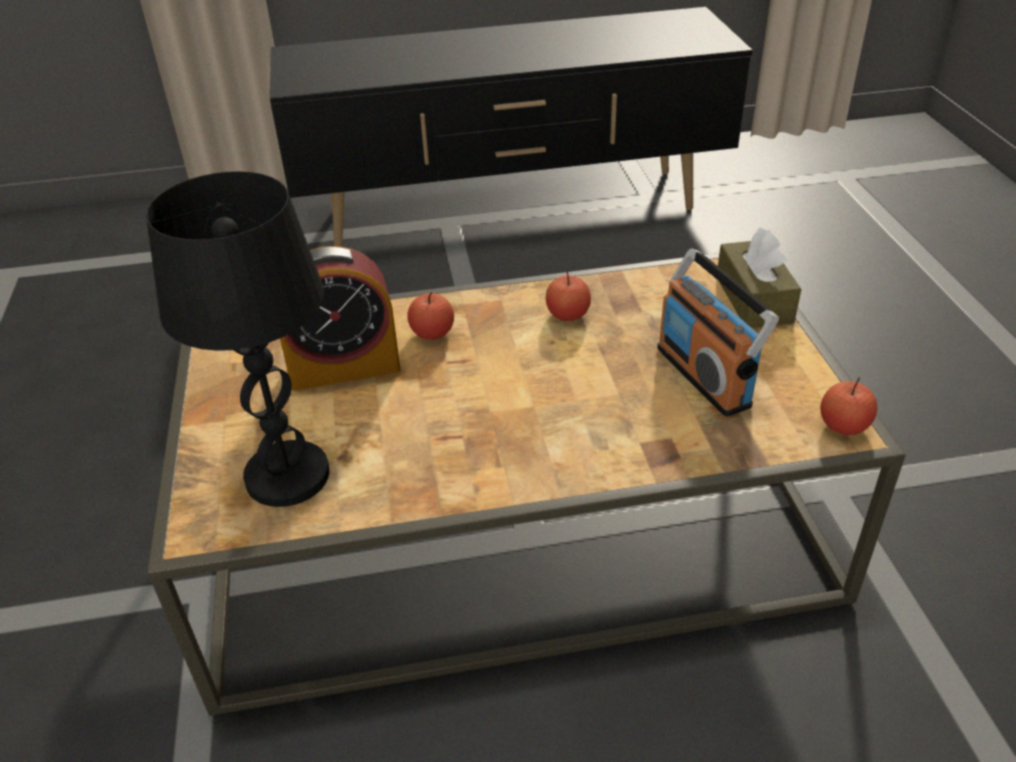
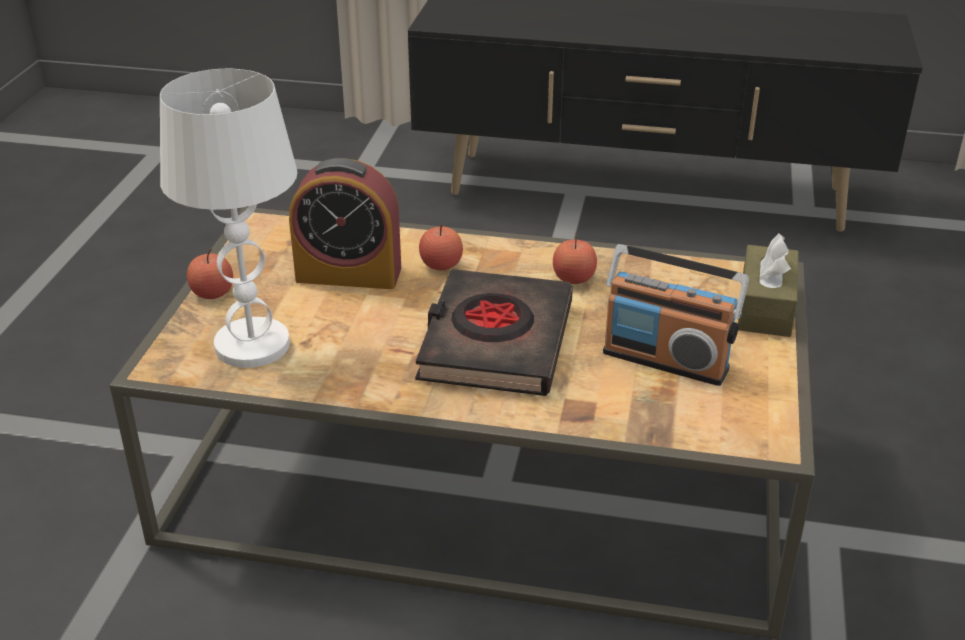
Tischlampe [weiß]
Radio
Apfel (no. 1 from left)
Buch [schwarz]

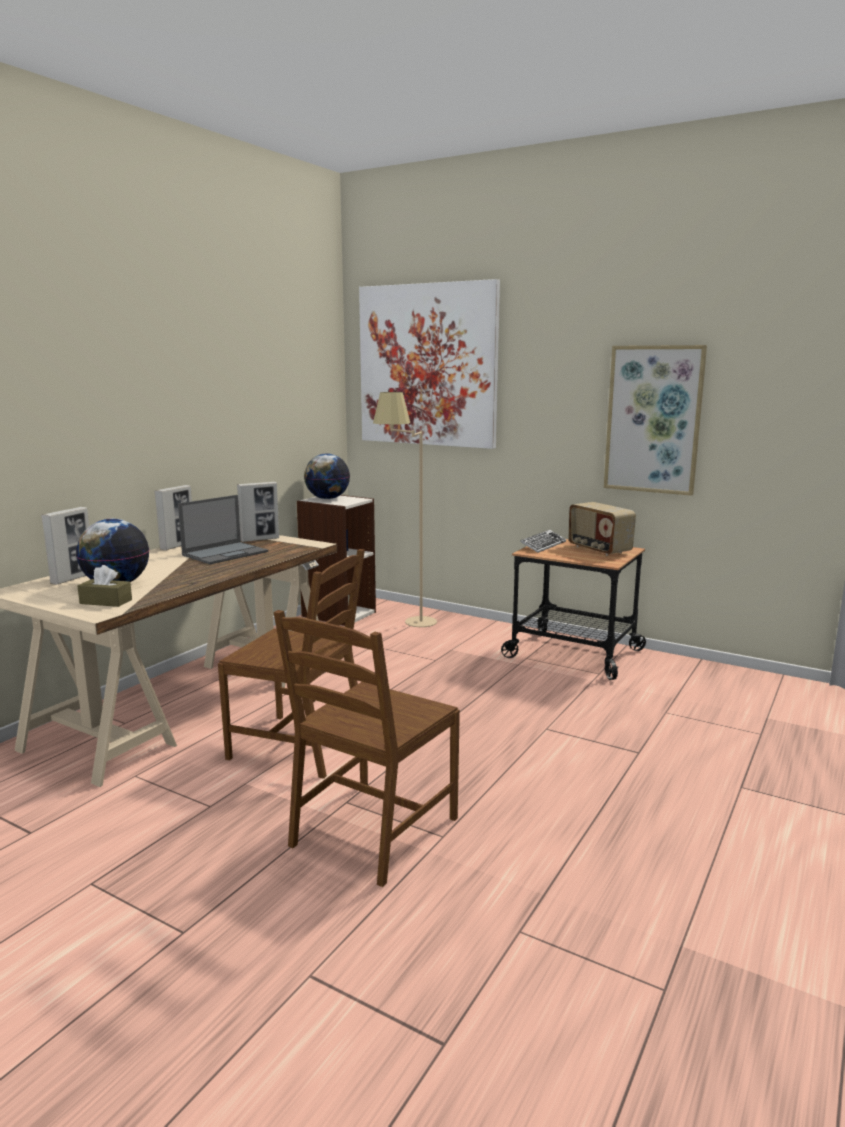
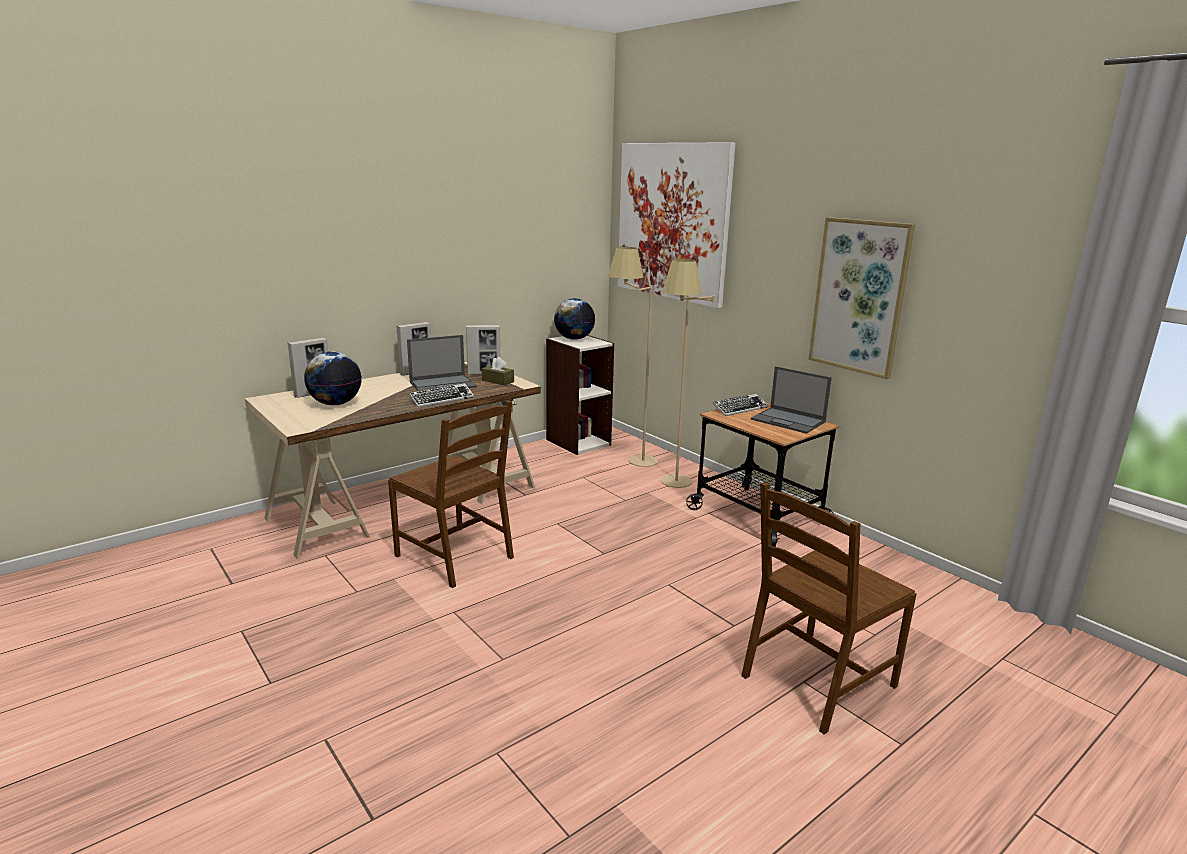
Laptop (no. 2 from left)
Taschentuchbox [braun]
Stuhl [braun] (no. 2 from left)
Stehlampe [beige] (no. 2 from left)
Tastatur (no. 1 from left)

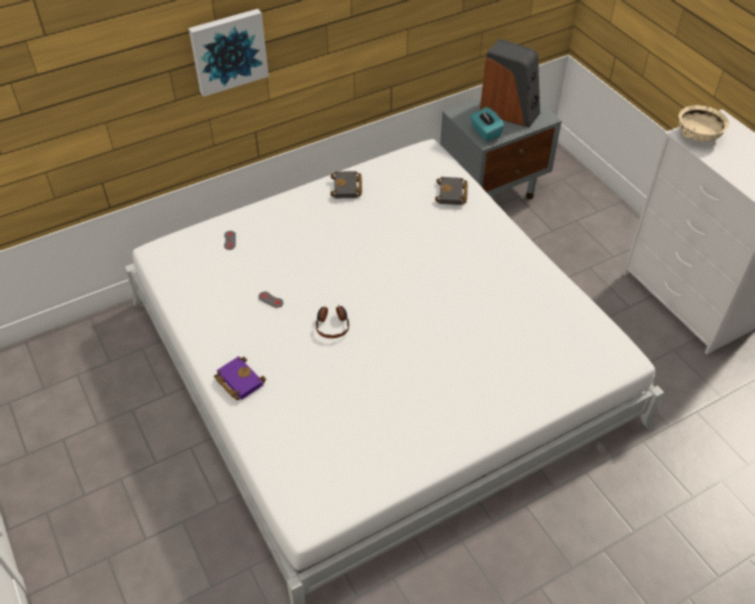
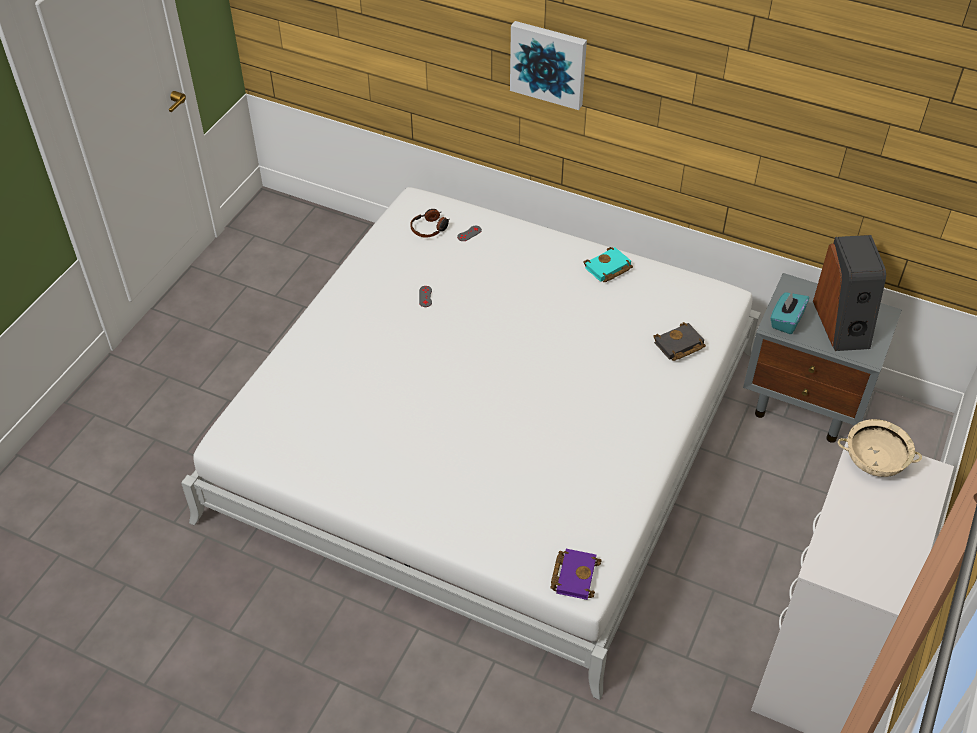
Buch [türkis]
Kopfhörer
Buch [lila]

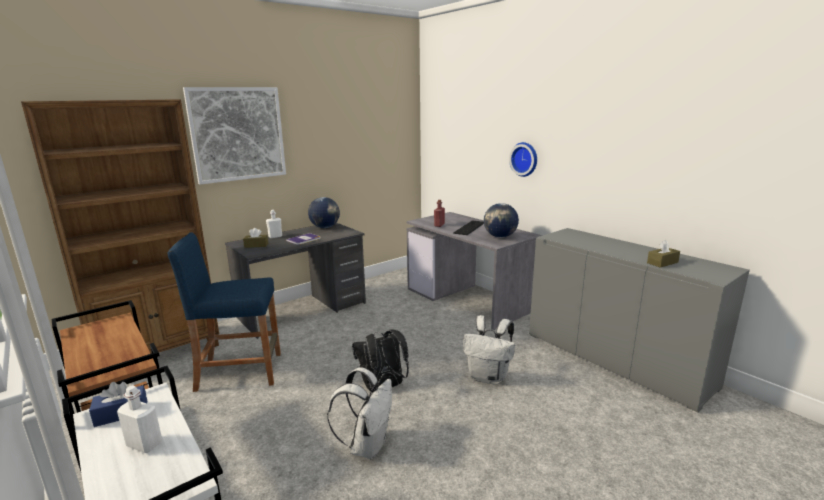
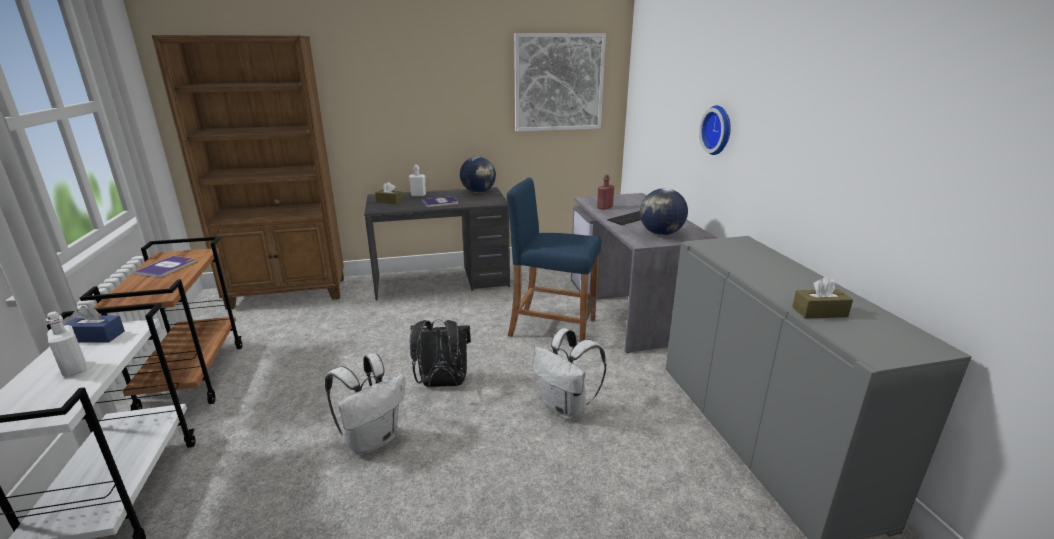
Bild
Hocker [blau]
Buch (no. 1 from left)

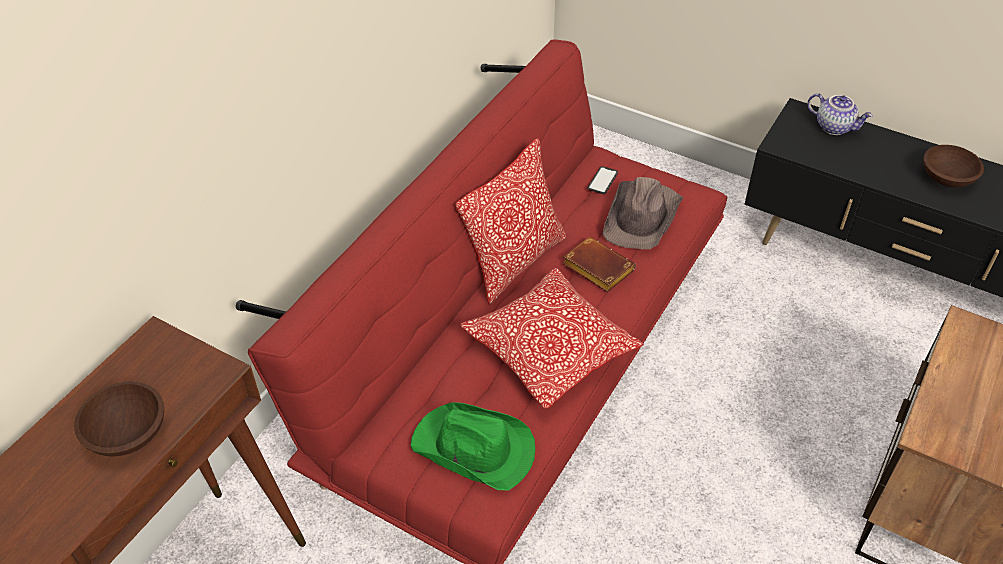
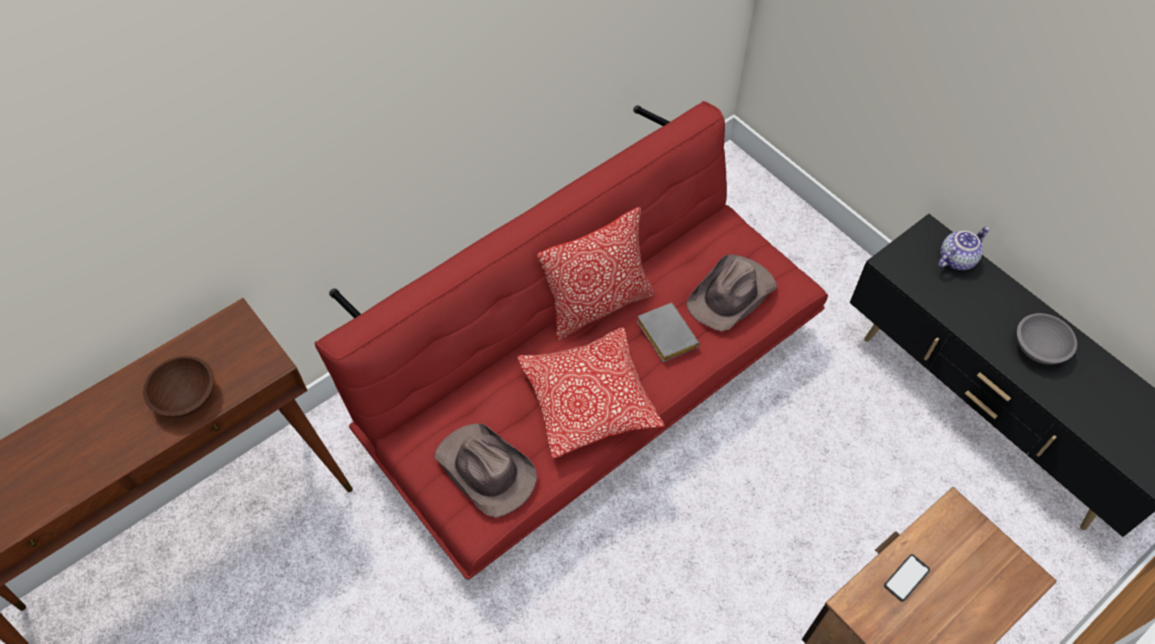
Teekanne
Schüssel [grau]
Handy
Buch [grau]
Hut [braun] (no. 1 from left)

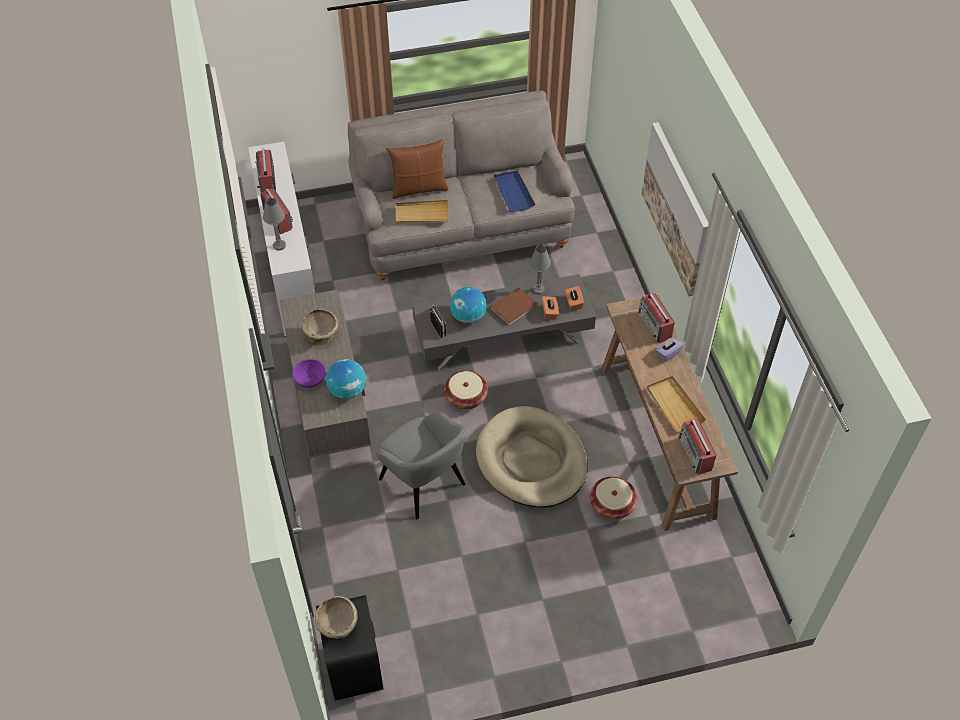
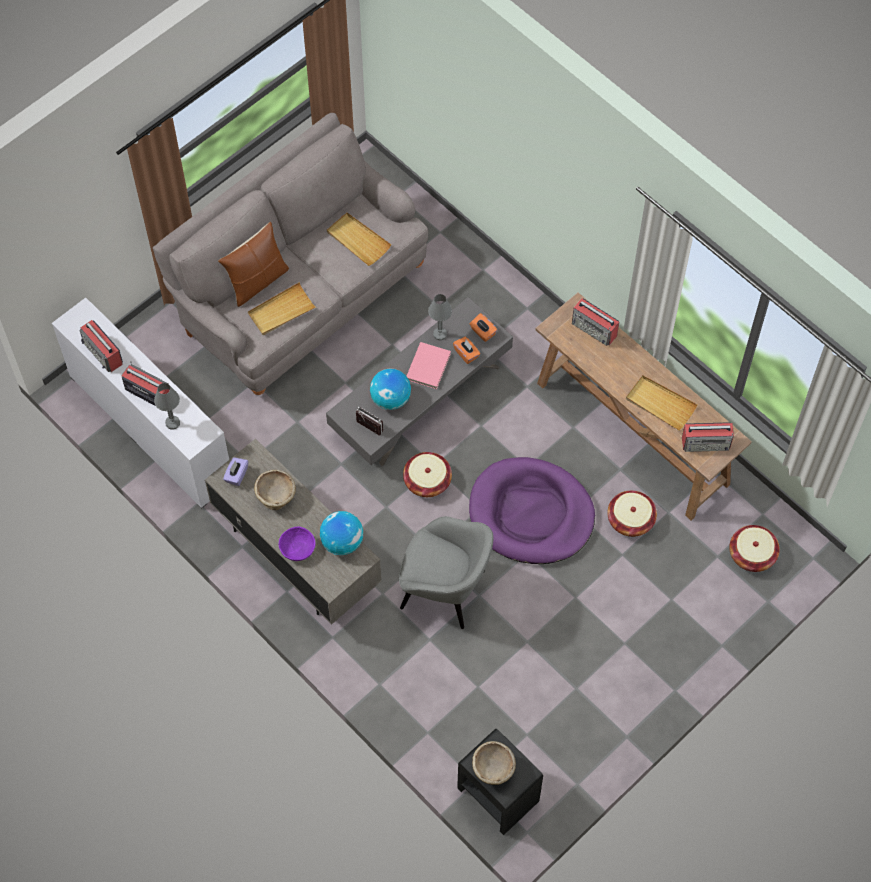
Bild
Tablett [beige] (no. 2 from left)
Buch [rosa]
Taschentuchbox [lila]
Hundebett [lila]
Radio (no. 5 from left)
Korb (no. 3 from left)

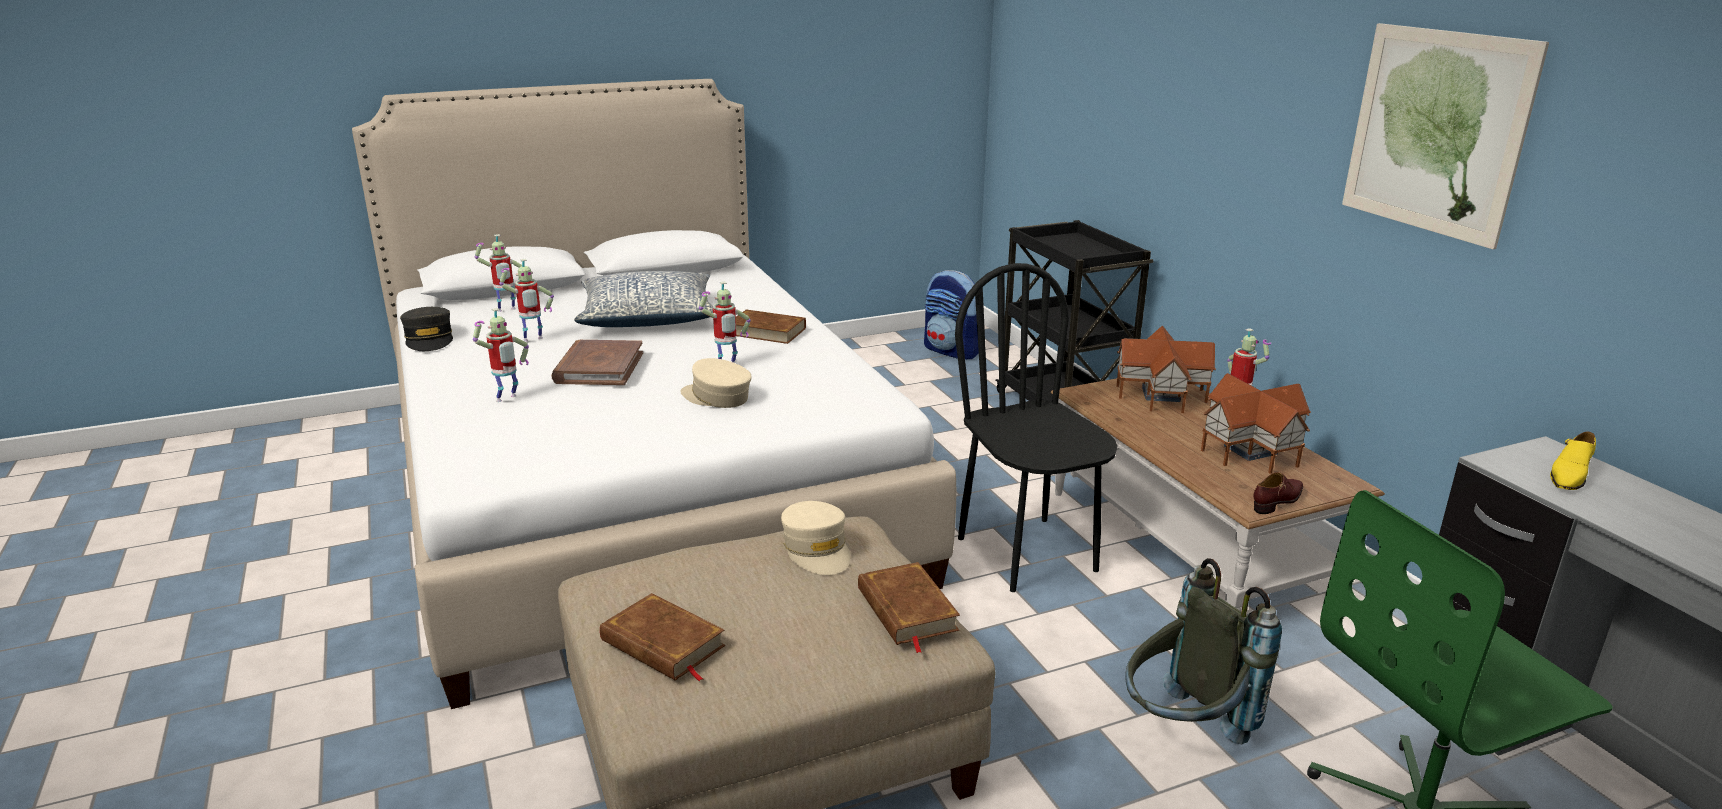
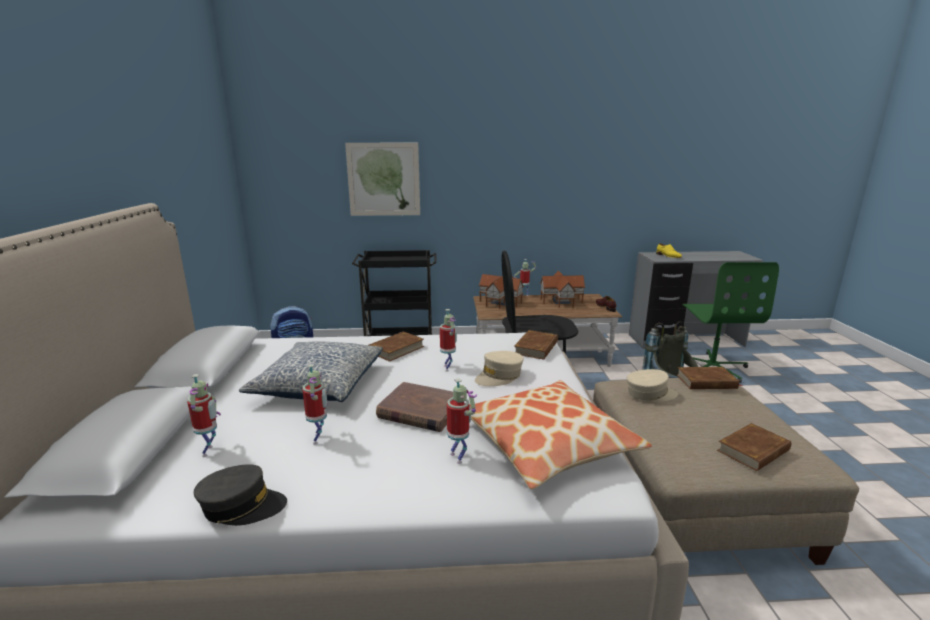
Bild
Buch [braun] (no. 3 from left)
Kissen (no. 2 from left)

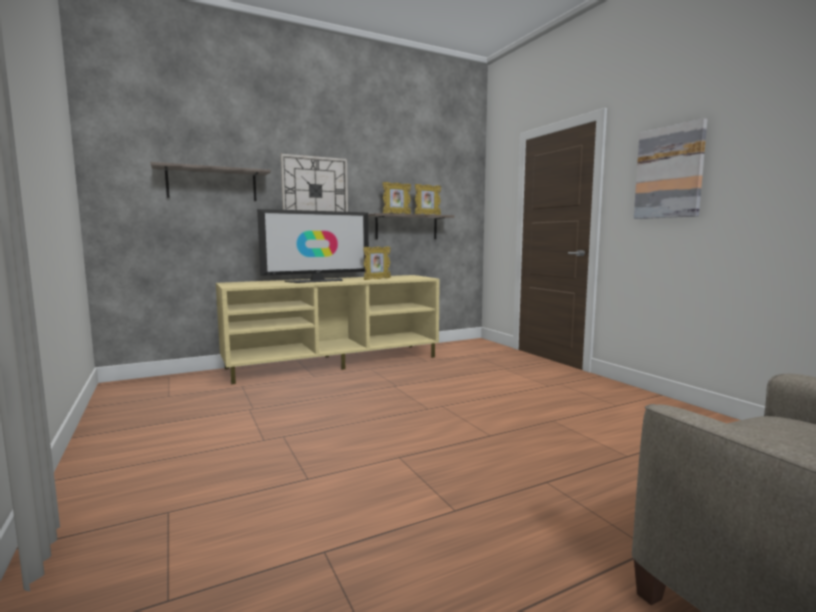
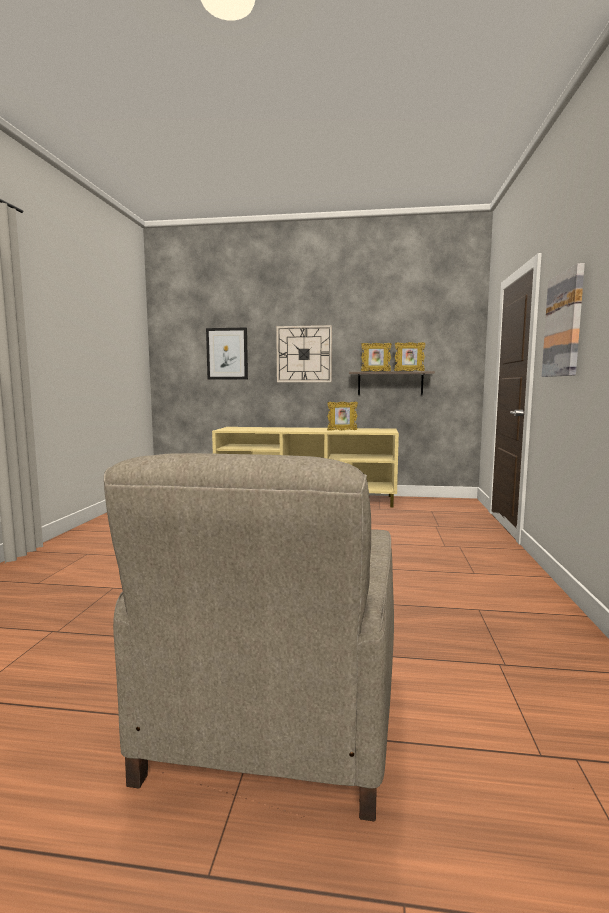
Bild (no. 1 from left)
Fernseher

